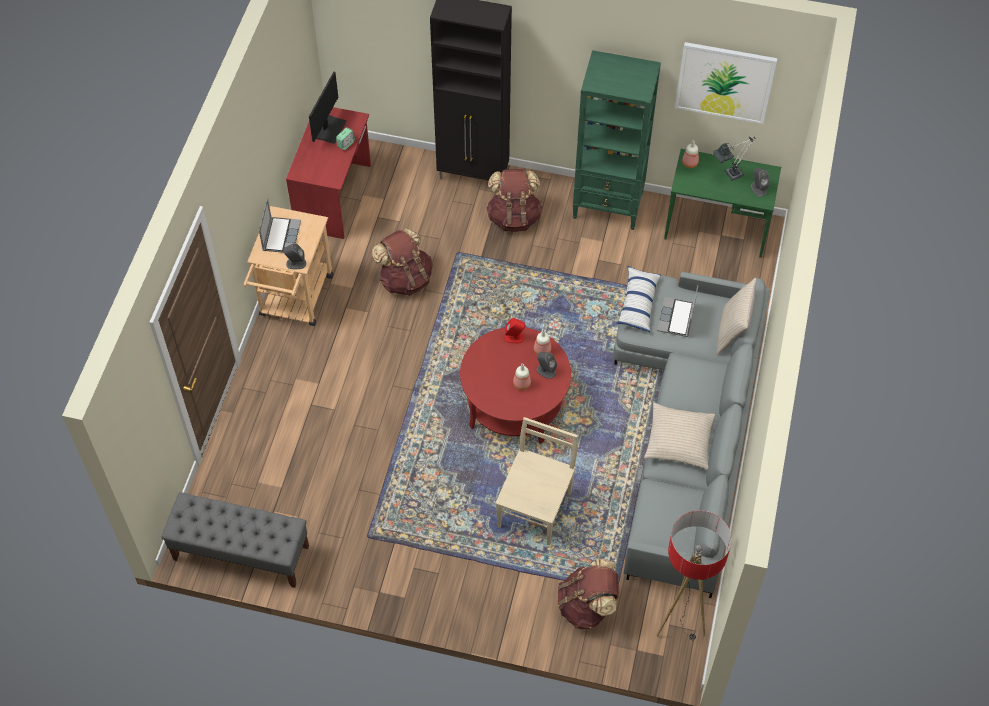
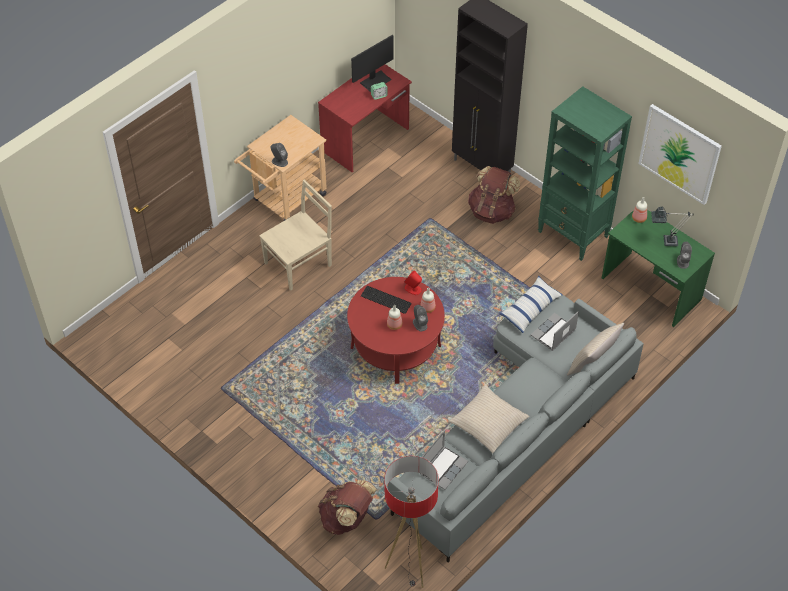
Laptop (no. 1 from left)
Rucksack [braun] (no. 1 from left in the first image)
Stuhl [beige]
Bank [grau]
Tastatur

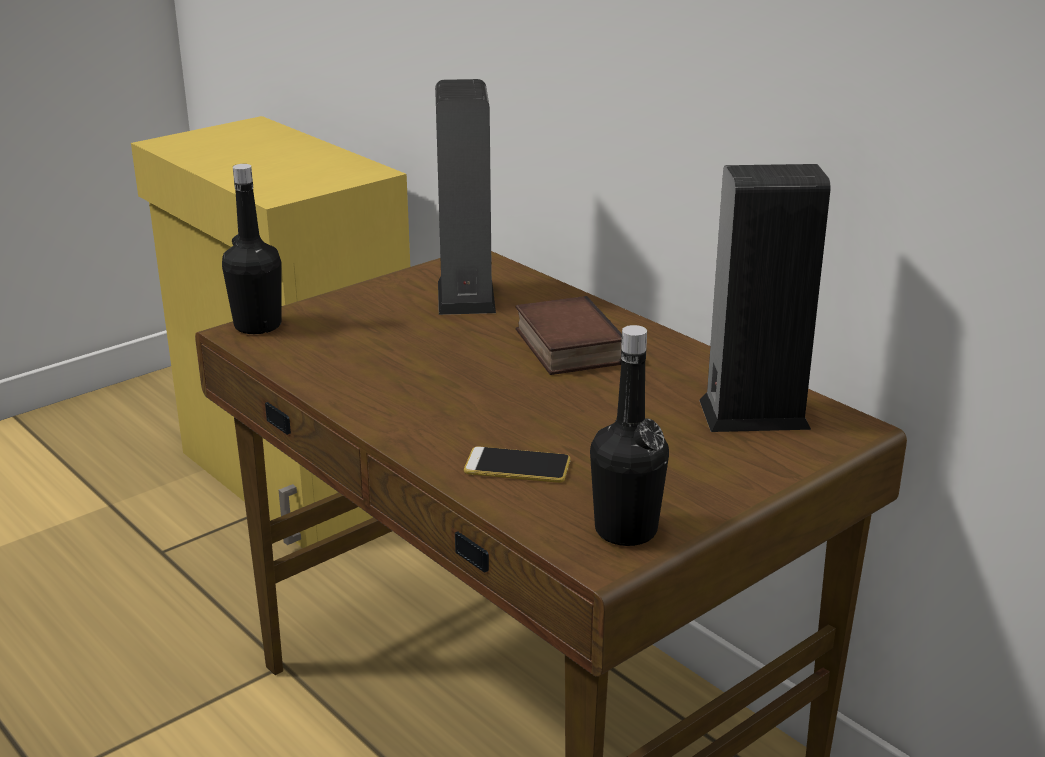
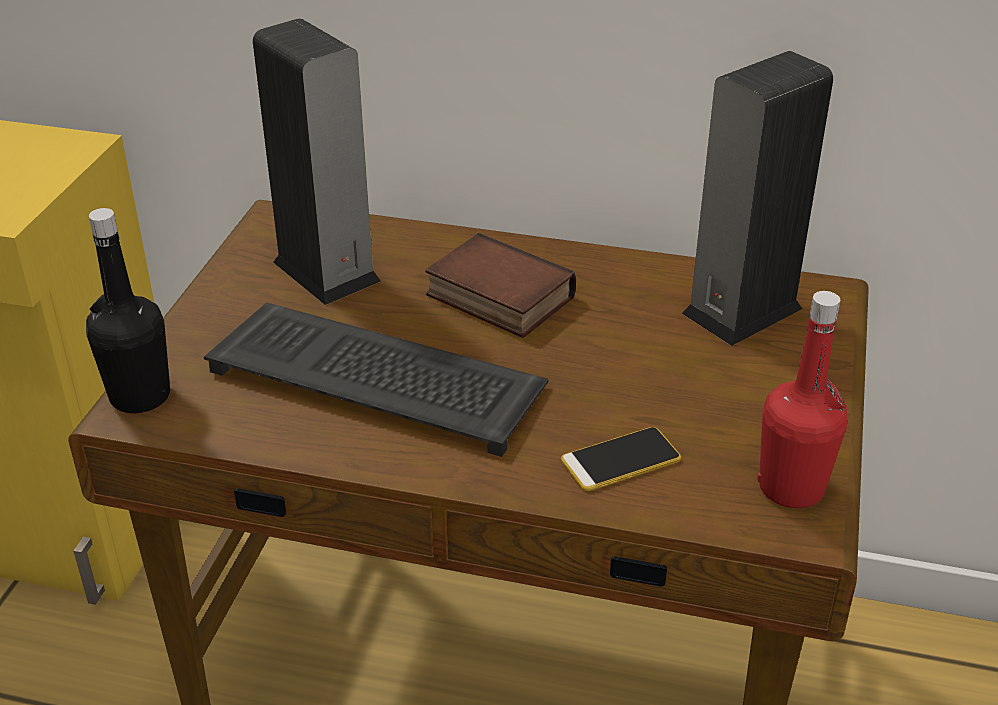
Flasche [rot]
Tastatur

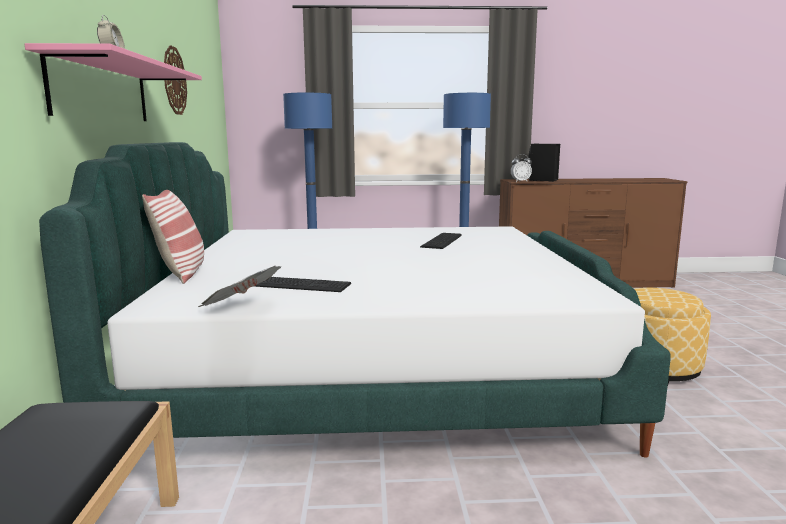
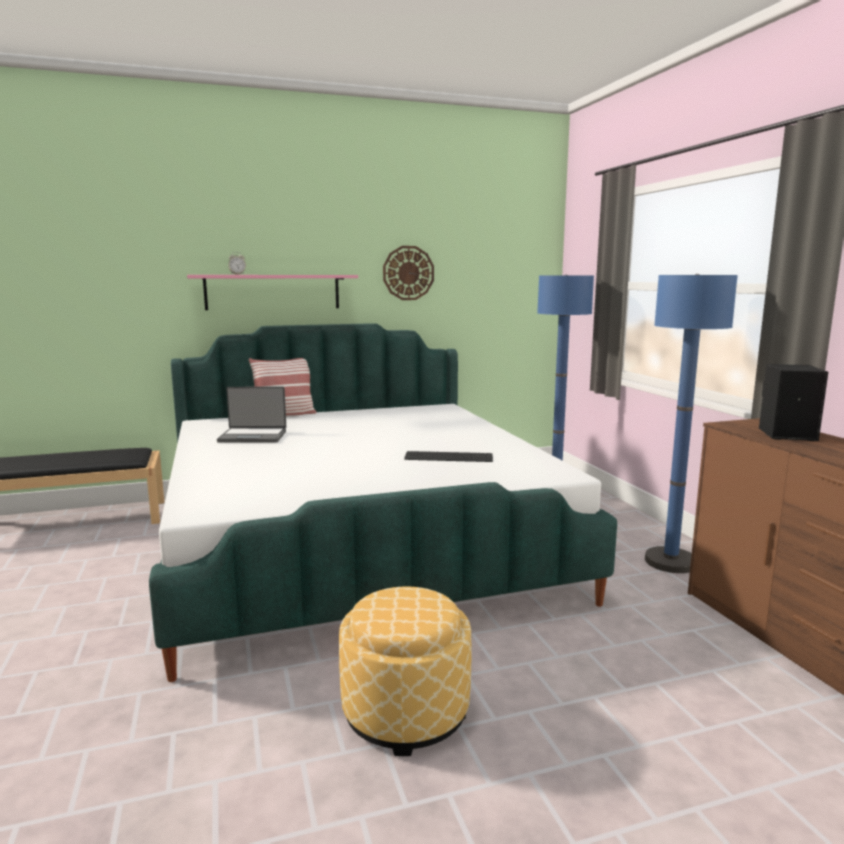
Wecker (no. 2 from left in the first image)
Zeitung
Laptop

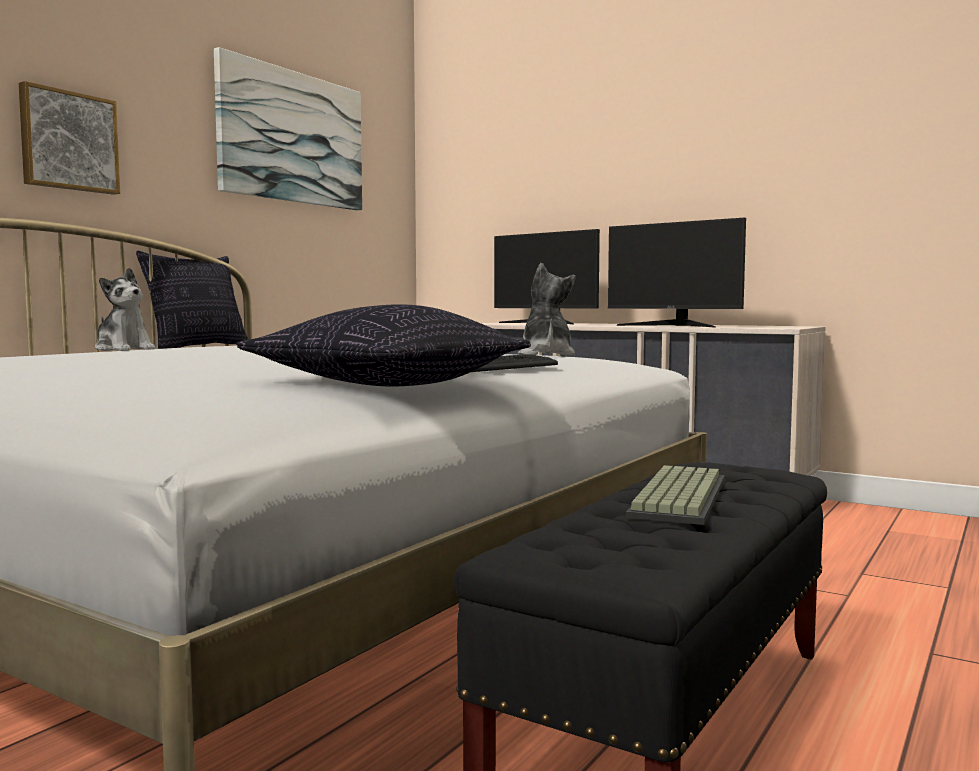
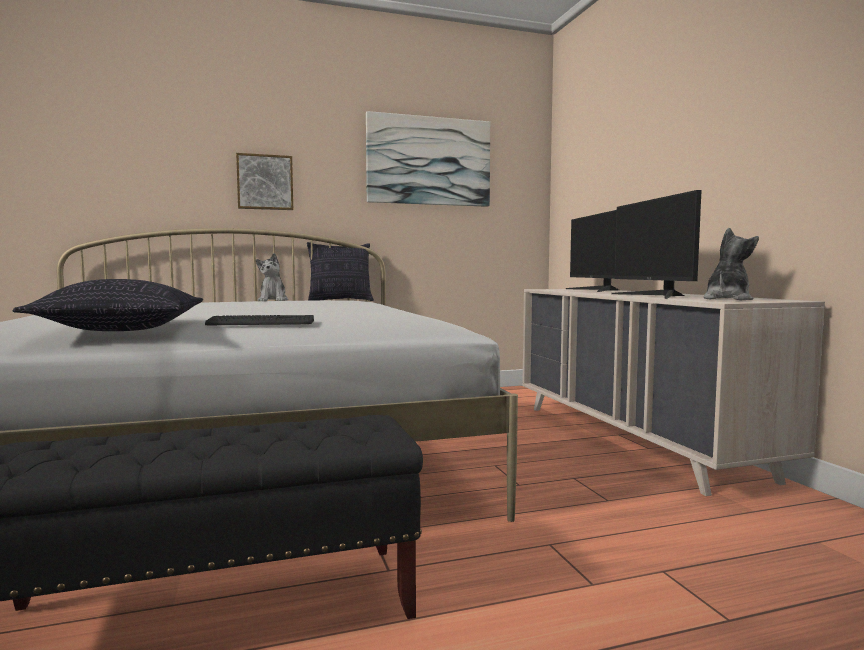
Plüschtier (no. 2 from left)
Tastatur (no. 2 from left in the first image)

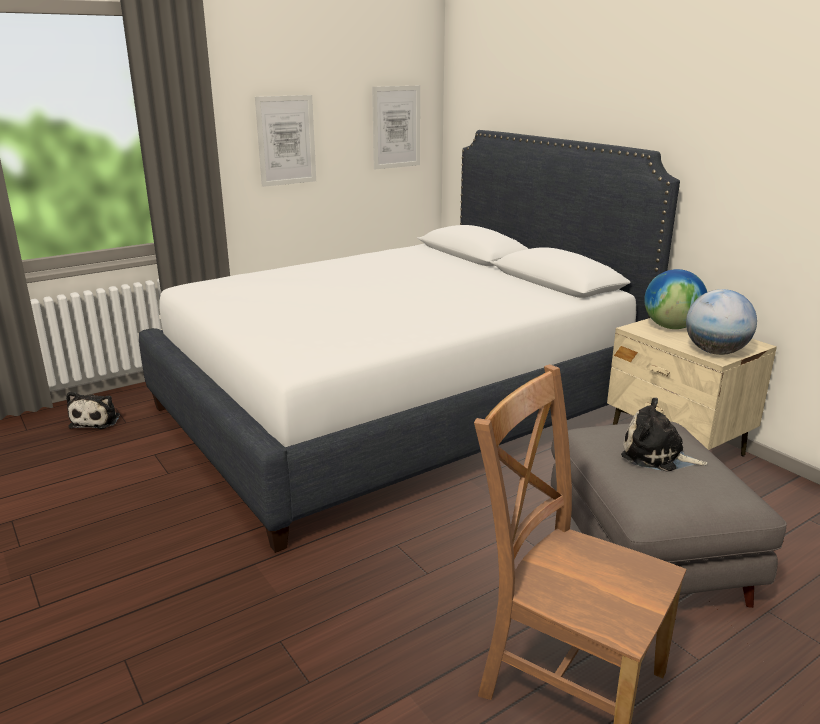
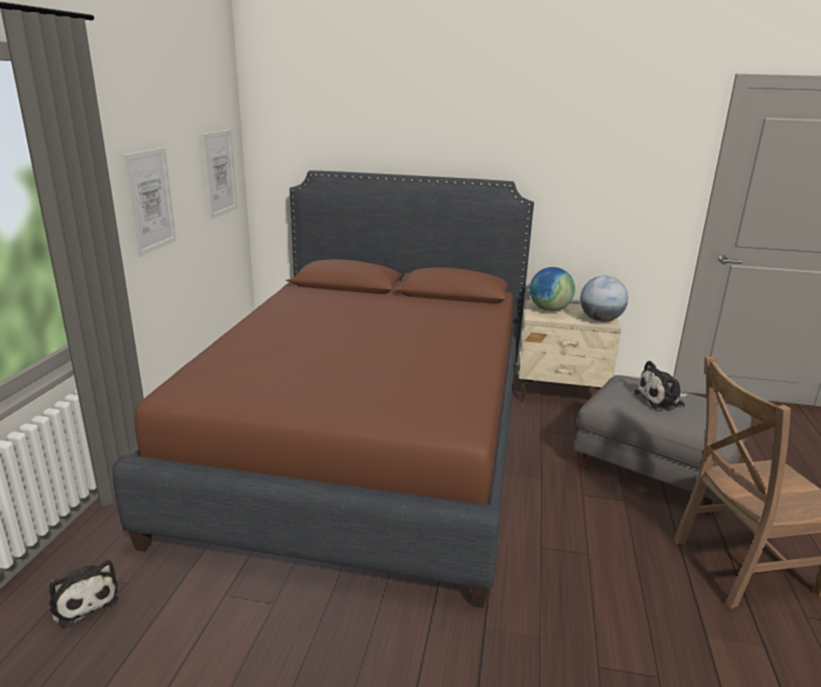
Bett [braun]

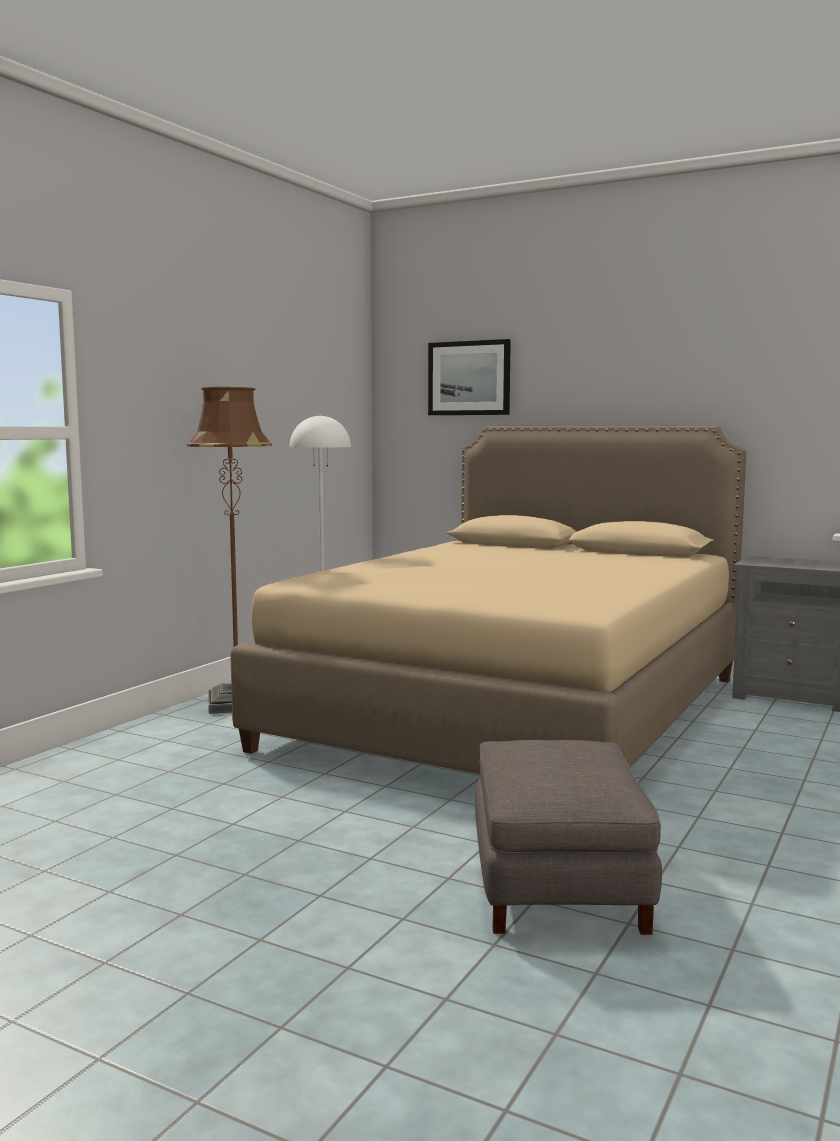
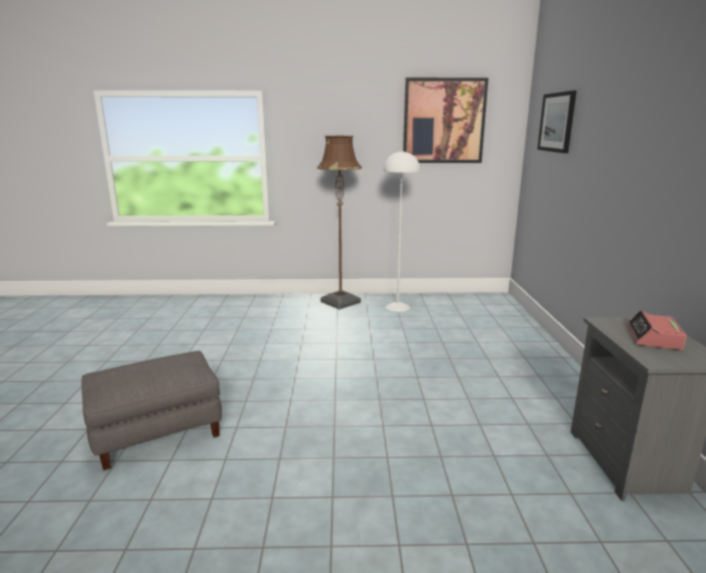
Bett [beige]
Bild (no. 1 from left)
Wecker

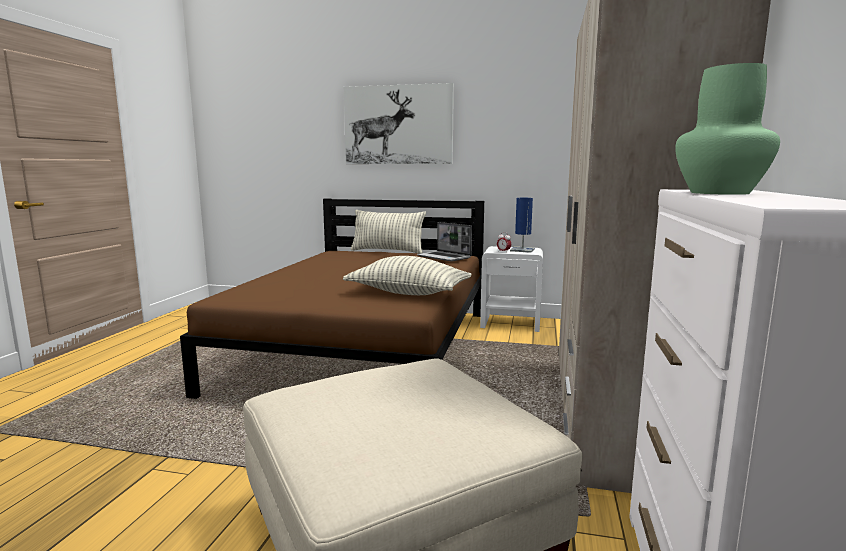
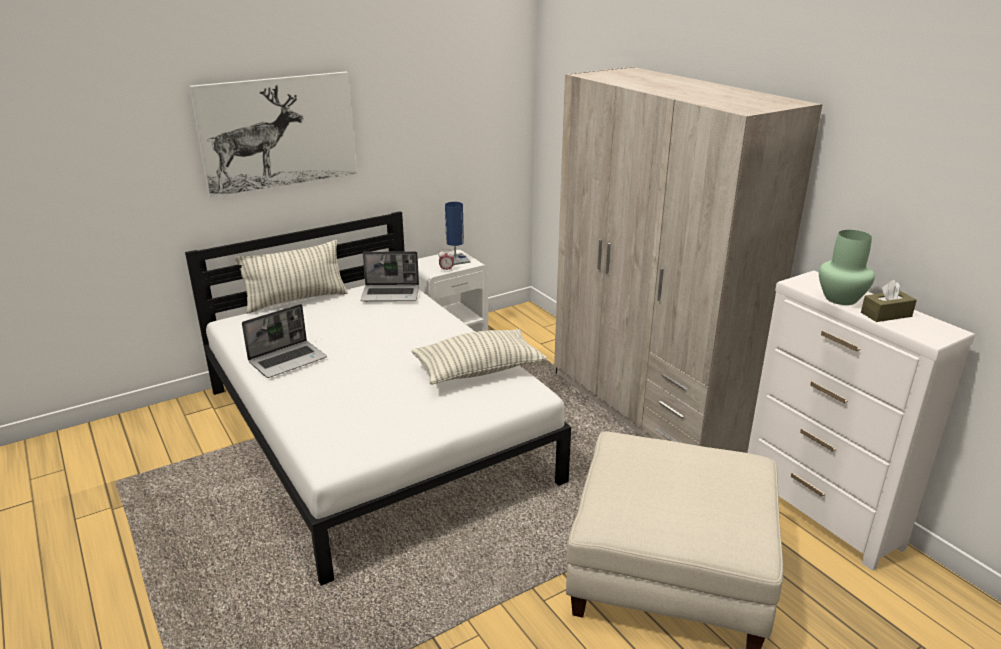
Bett [weiß]
Taschentuchbox [braun]
Laptop (no. 1 from left)

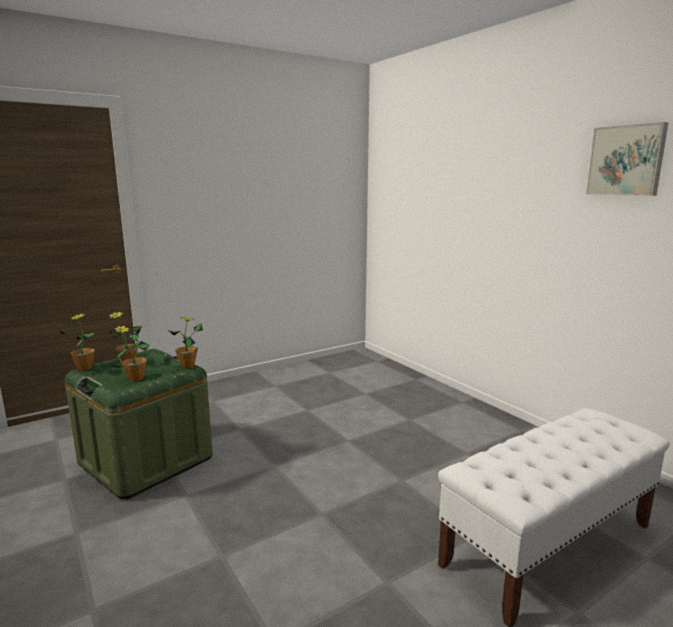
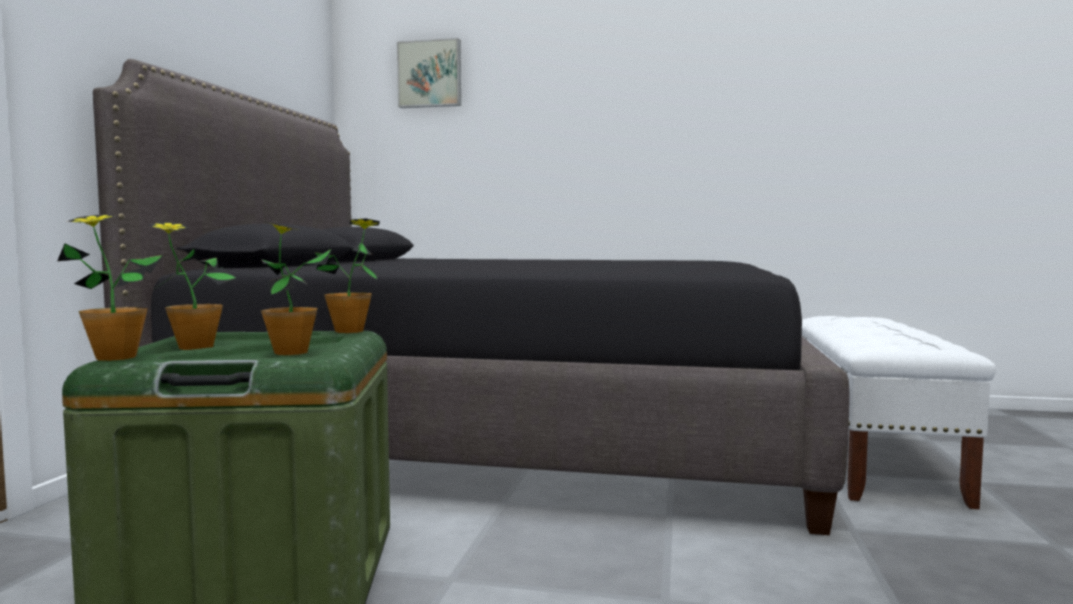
Bild
Bett [schwarz]

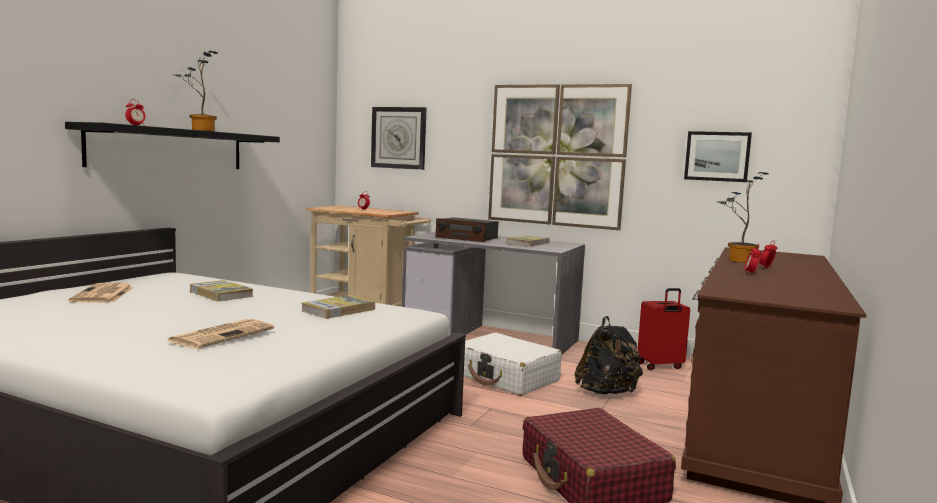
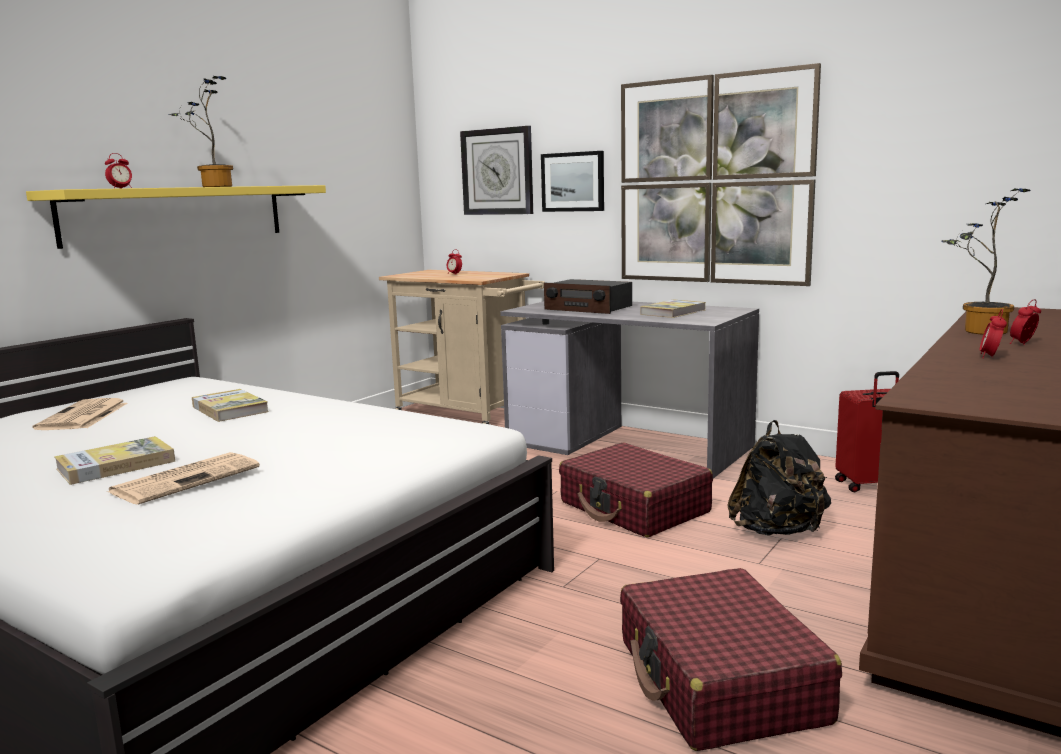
Wandregal [gelb]
Bild (no. 1 from left)
Buch (no. 1 from left)
Koffer [rot] (no. 1 from left)

